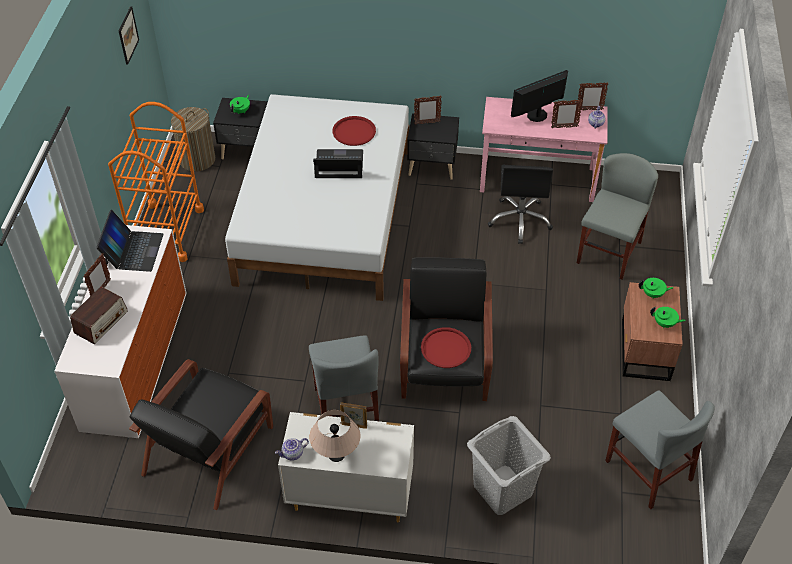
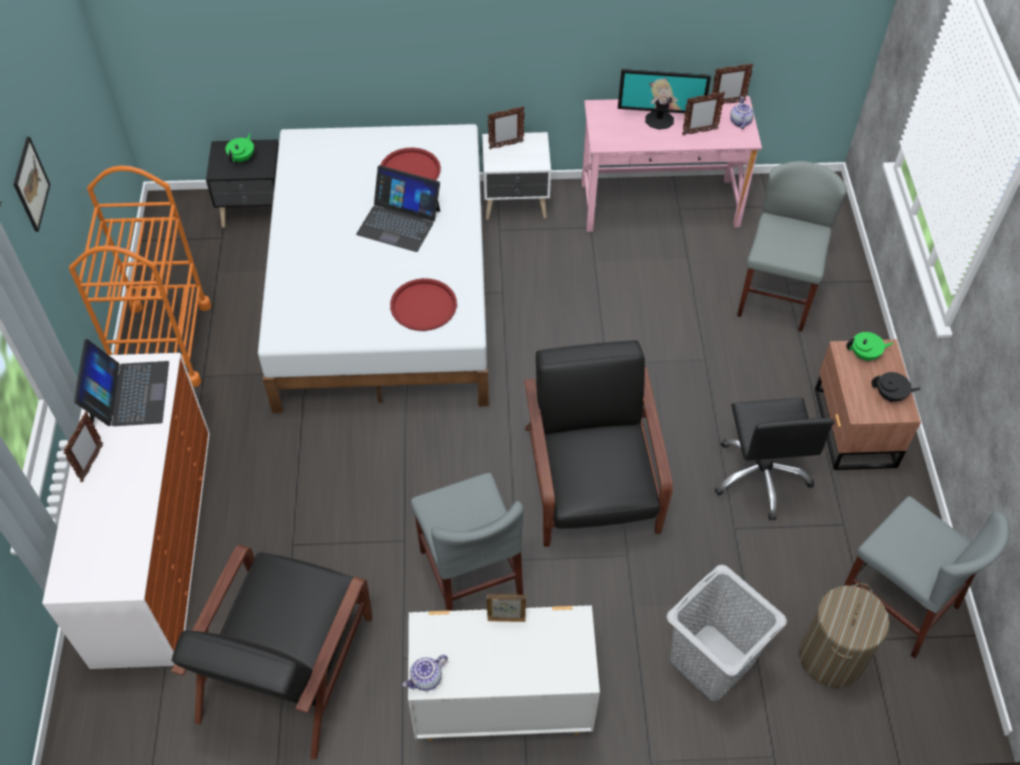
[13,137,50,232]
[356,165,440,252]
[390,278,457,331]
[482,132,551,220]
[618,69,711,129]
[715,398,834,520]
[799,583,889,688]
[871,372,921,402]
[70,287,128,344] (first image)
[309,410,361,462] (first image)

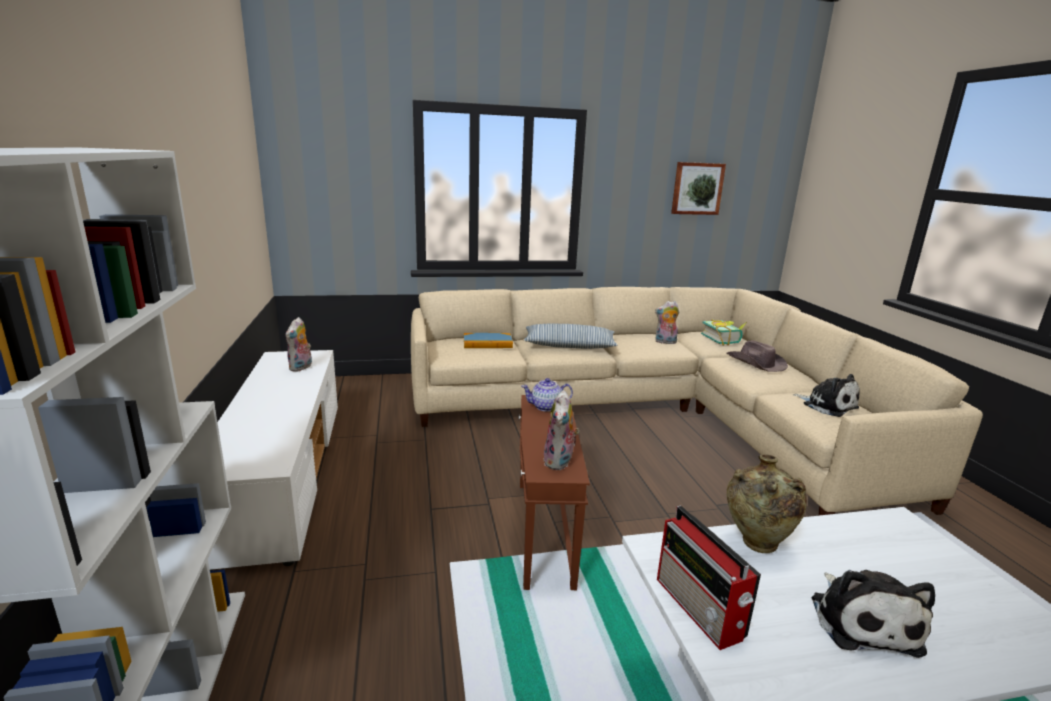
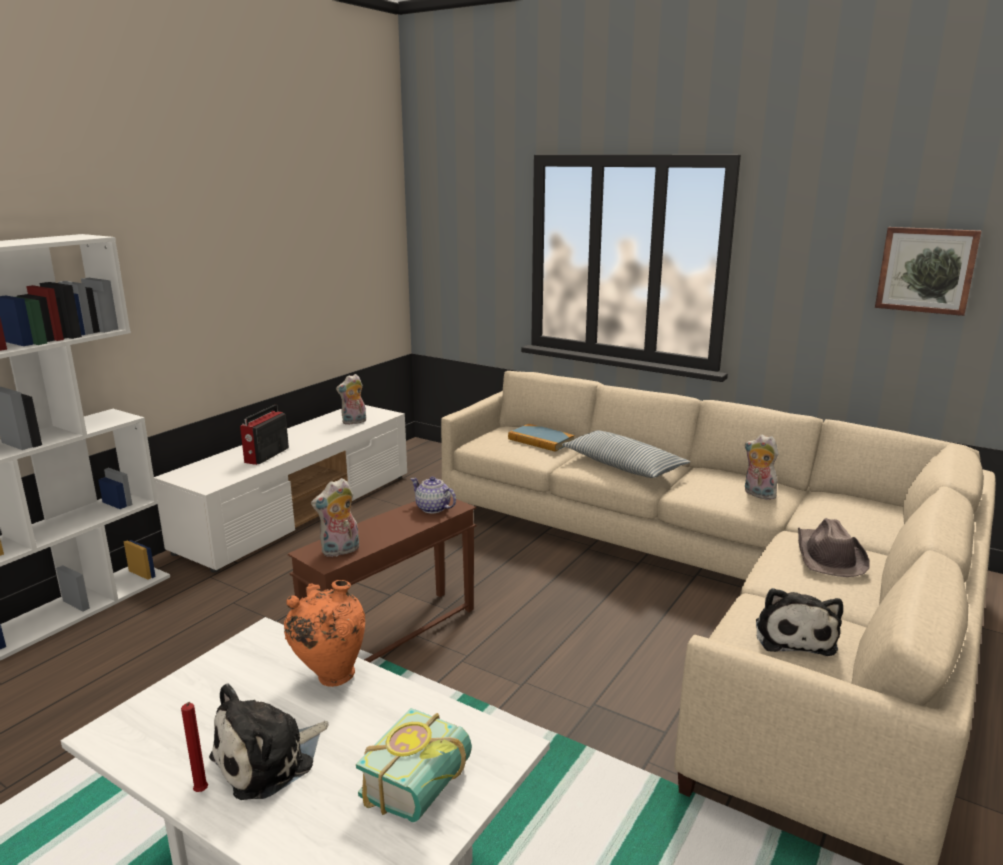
[181,702,208,792]
[240,405,289,465]
[284,580,365,687]
[356,708,472,822]

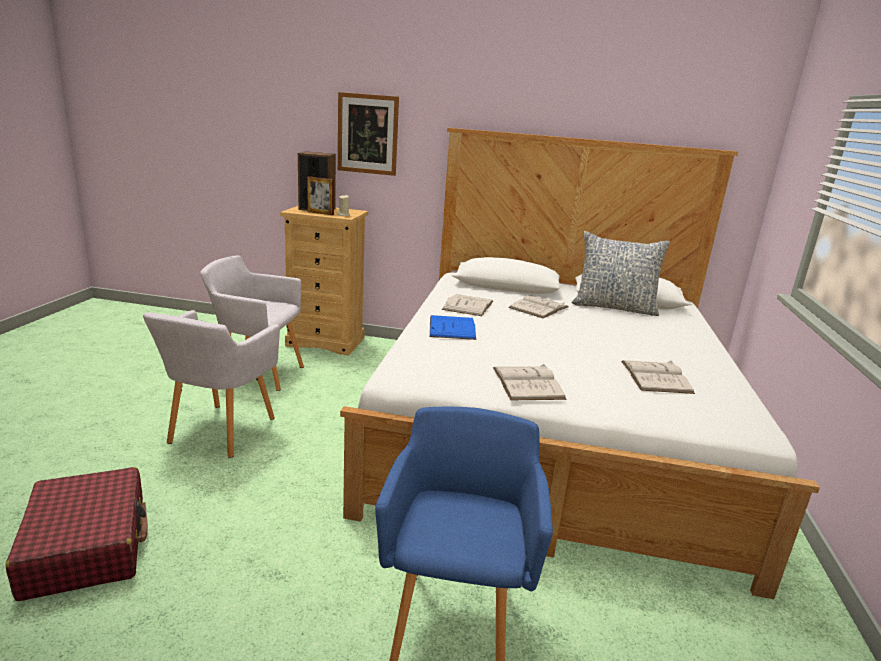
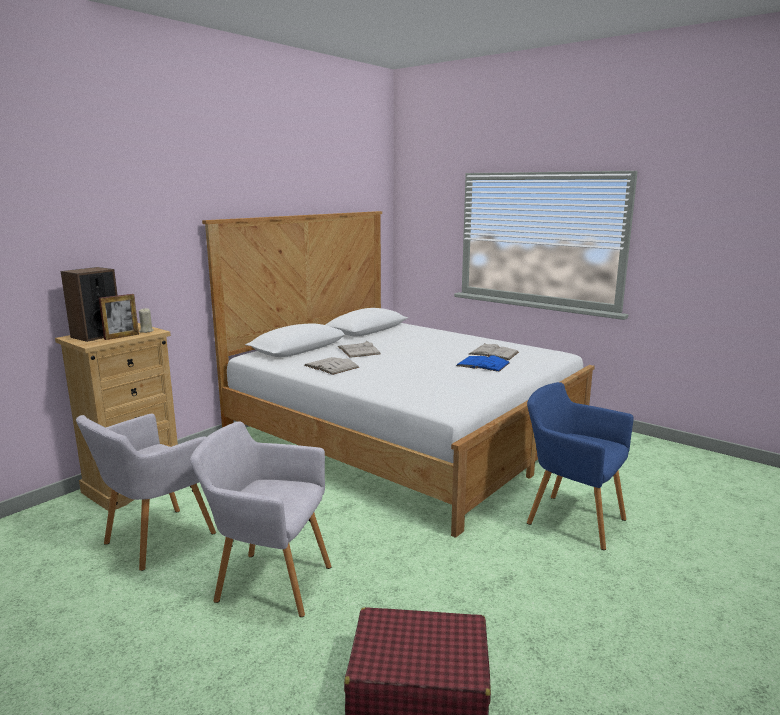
[190,422,332,617]
[456,355,510,372]
[338,92,399,176] (first image)
[493,364,567,400] (first image)
[572,231,670,316] (first image)

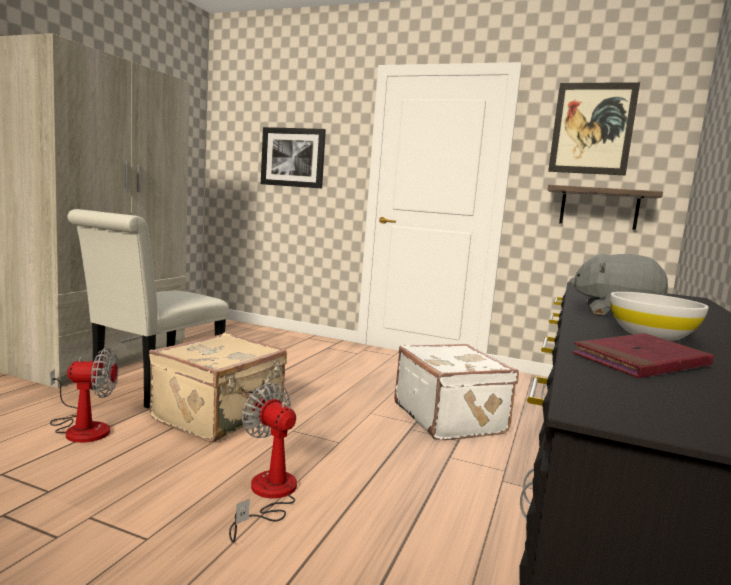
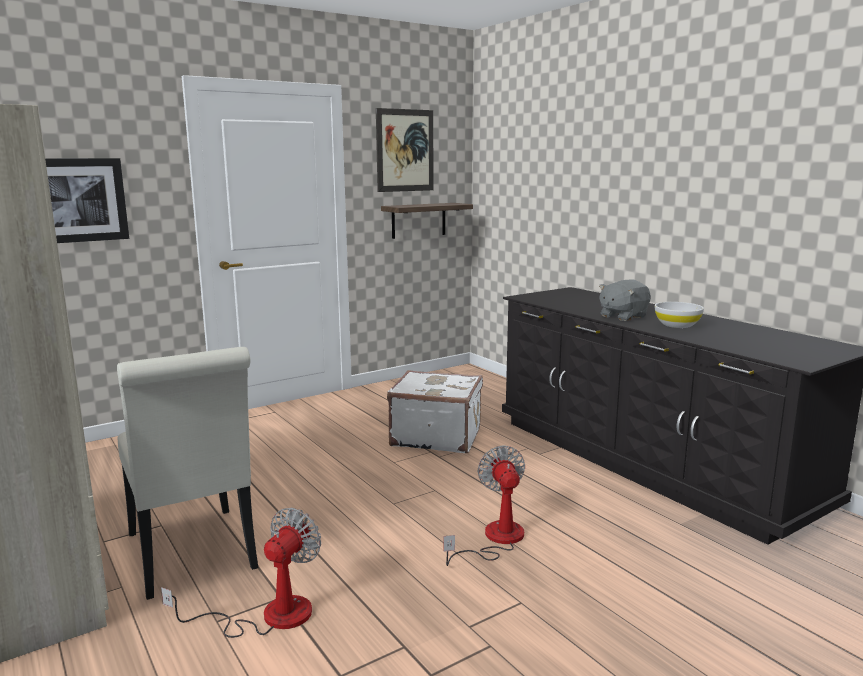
[444,445,525,566]
[149,333,287,442] (first image)
[572,333,714,378] (first image)

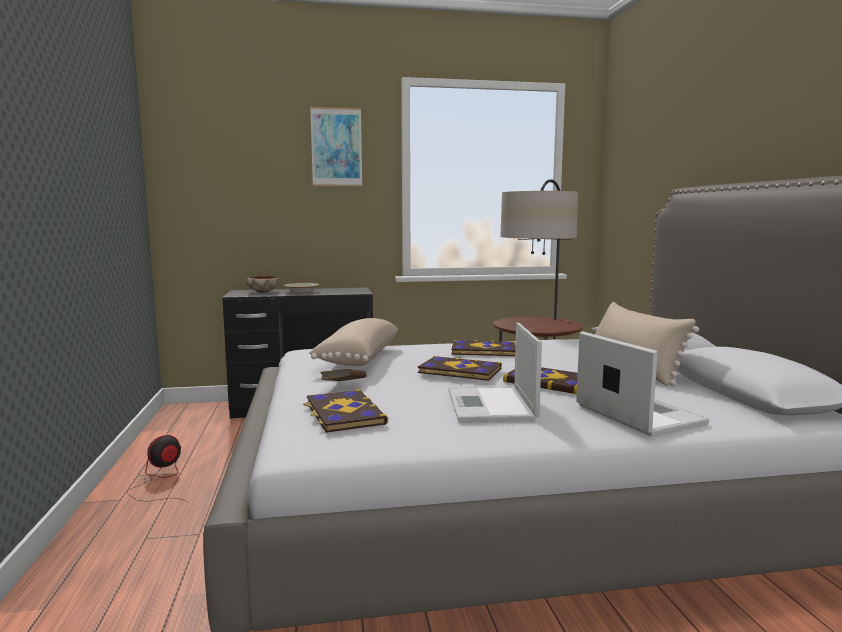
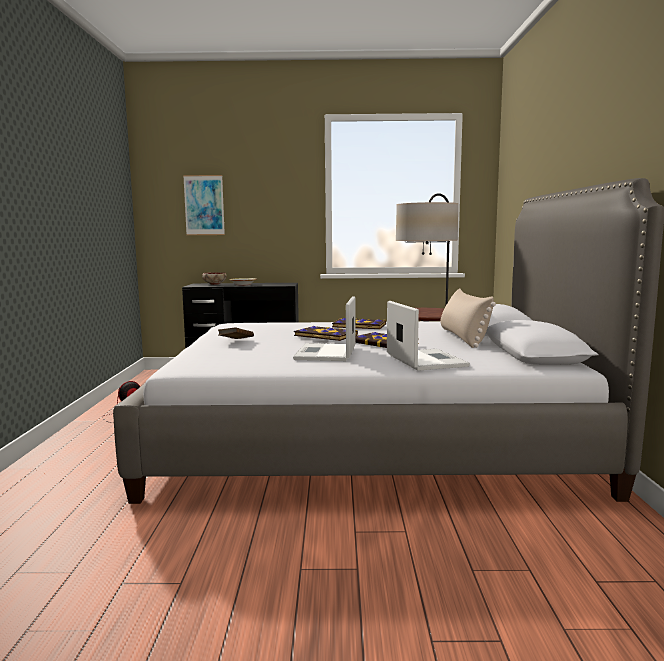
[183,175,225,235]
[303,389,388,433] (first image)
[309,318,399,366] (first image)

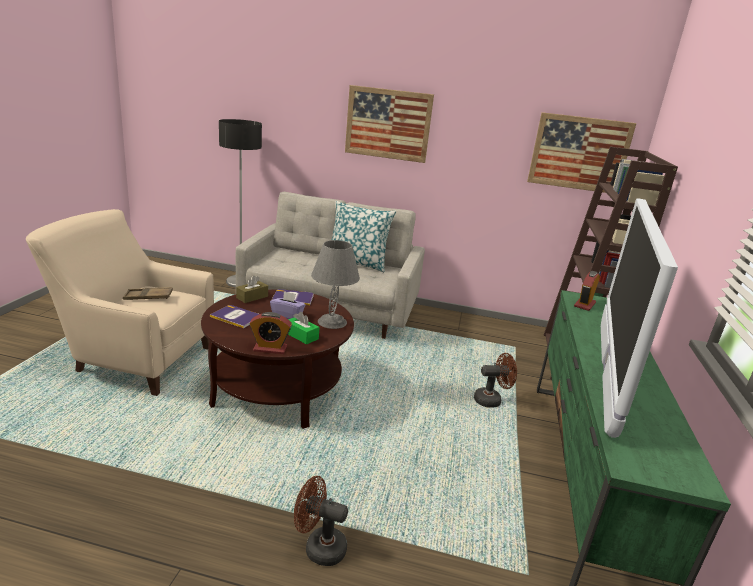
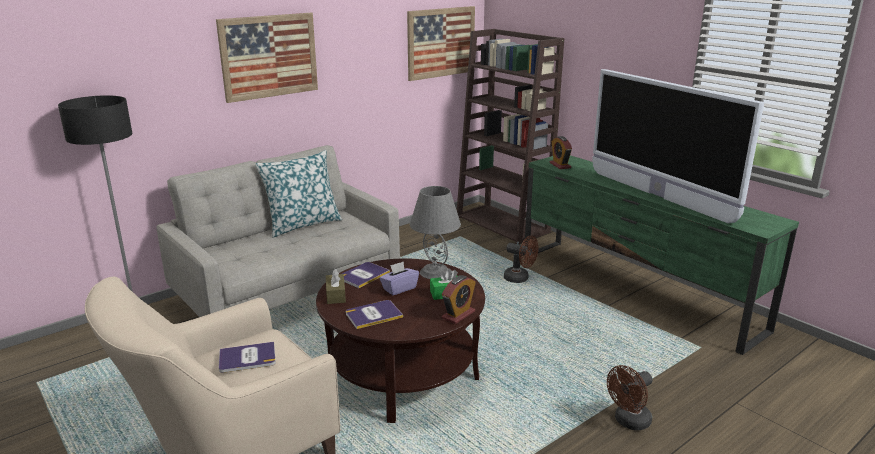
[219,342,276,373]
[504,236,538,283]

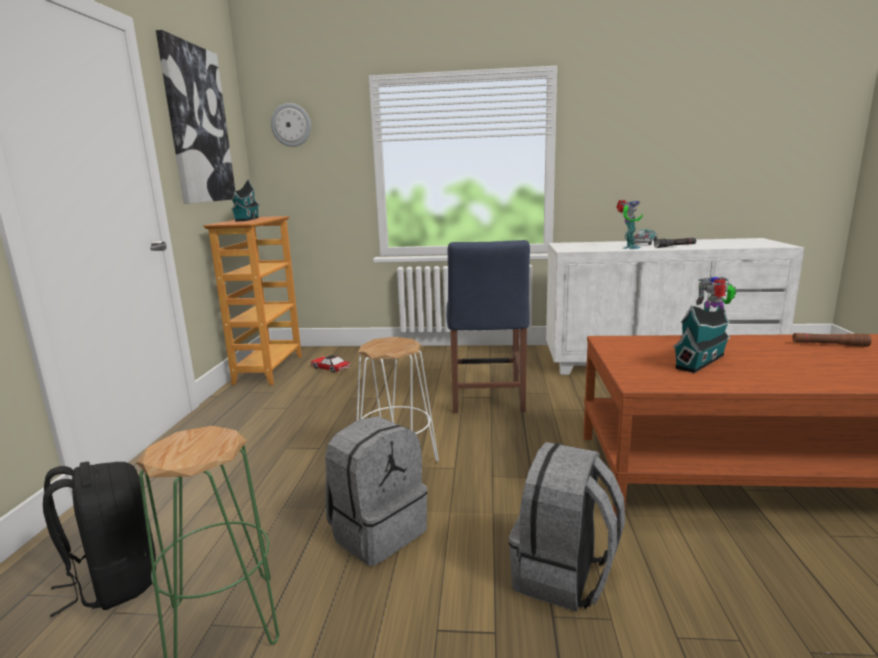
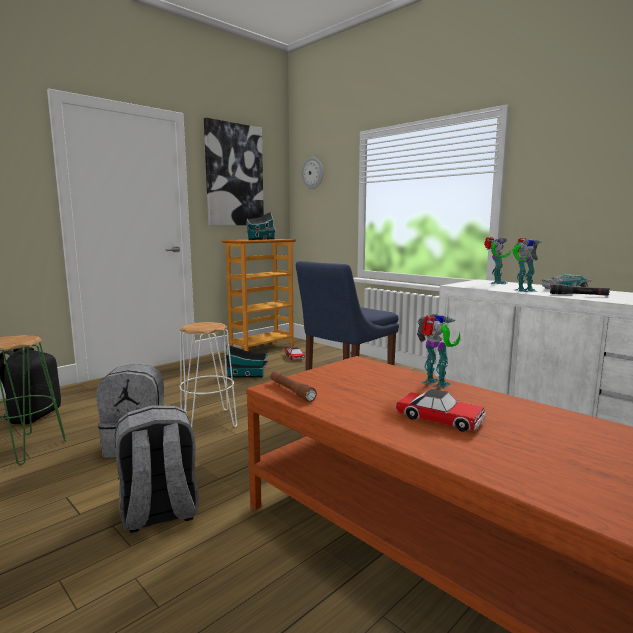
[226,344,268,378]
[270,371,317,402]
[396,389,486,431]
[484,237,511,284]

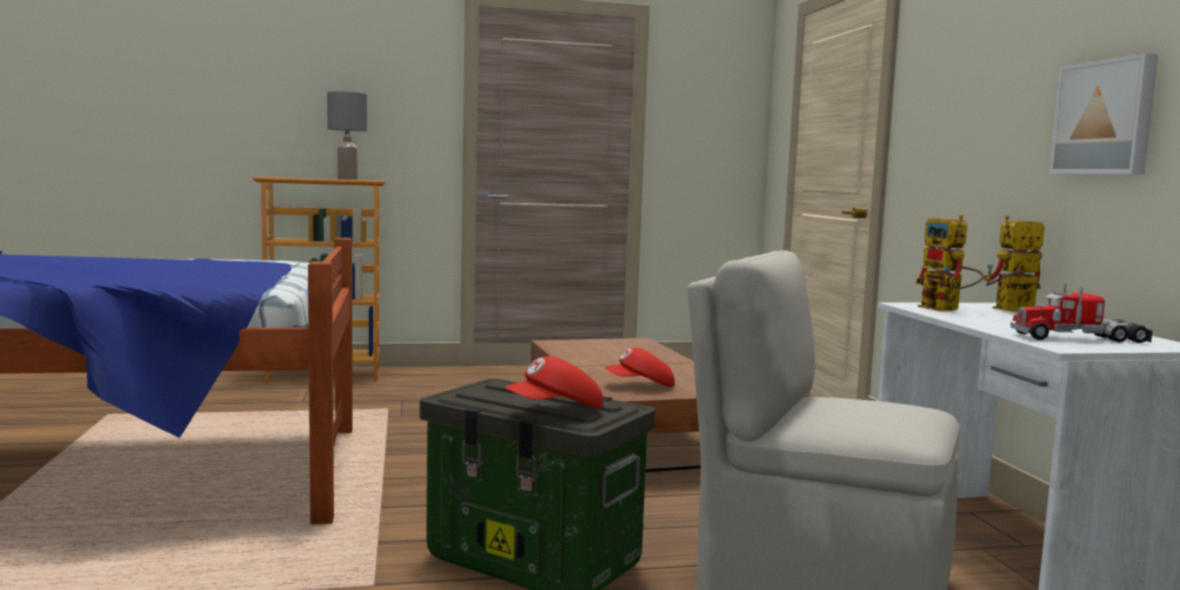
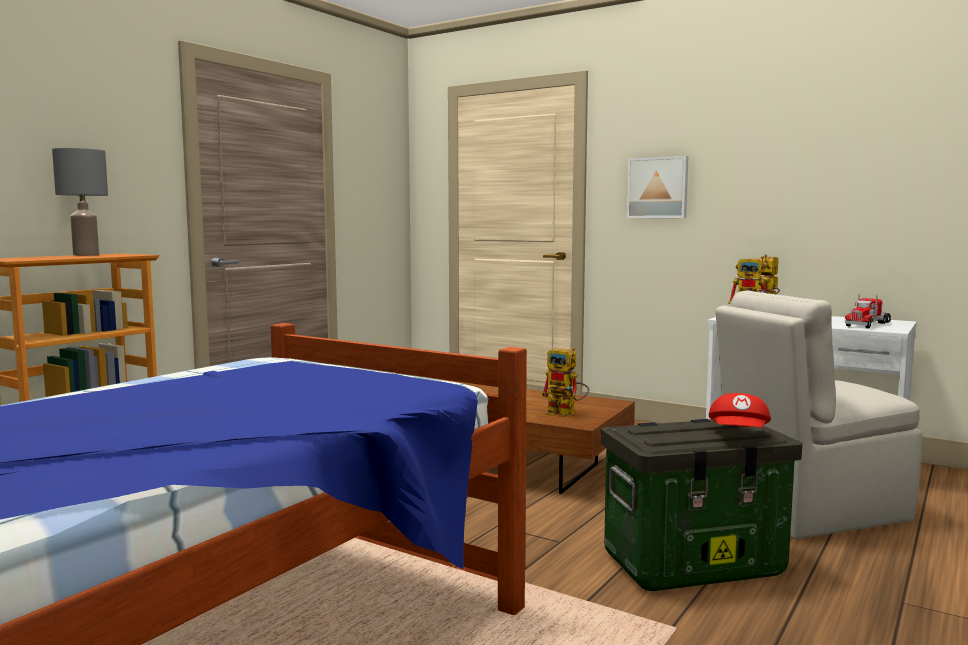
[541,347,589,417]
[627,156,688,218]

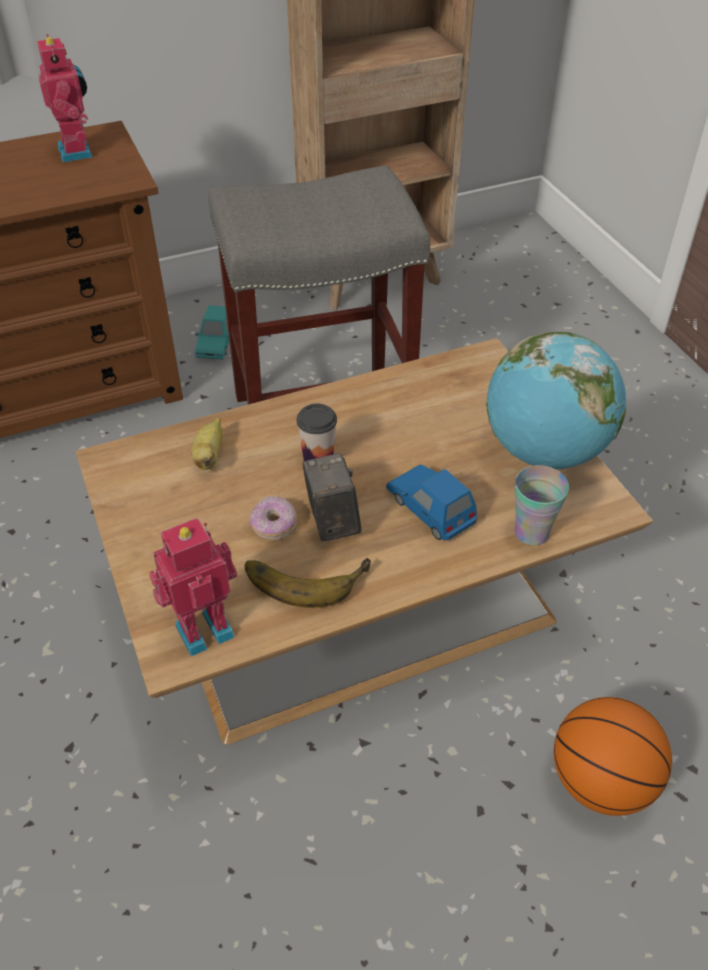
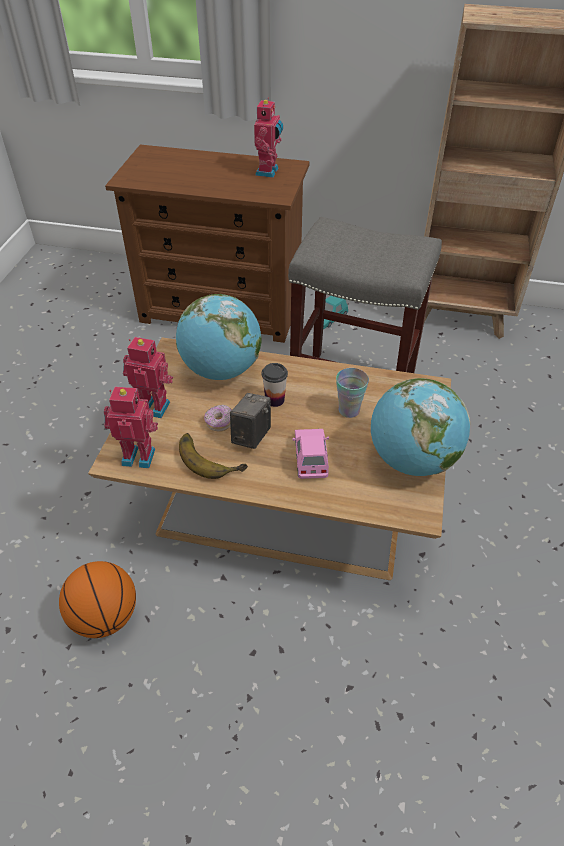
[59,561,136,638]
[123,337,173,418]
[176,294,262,380]
[293,429,329,479]
[336,368,369,418]

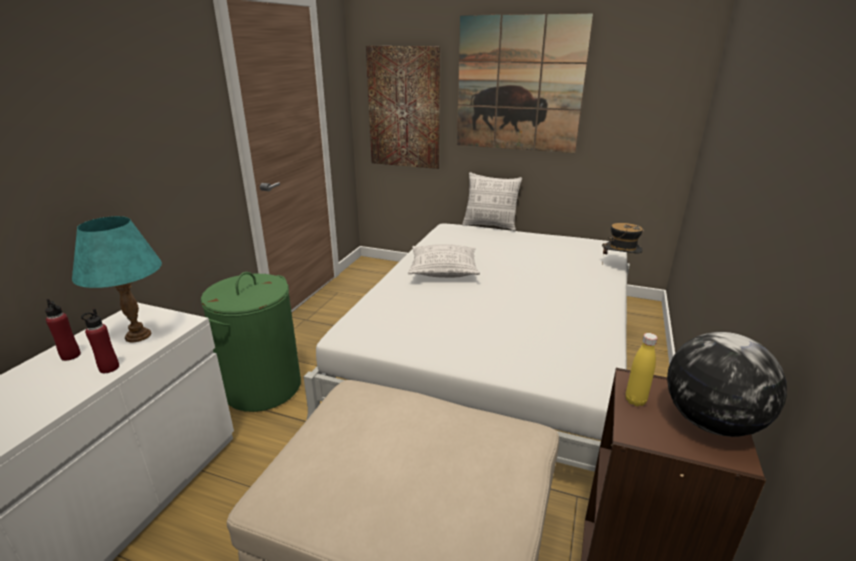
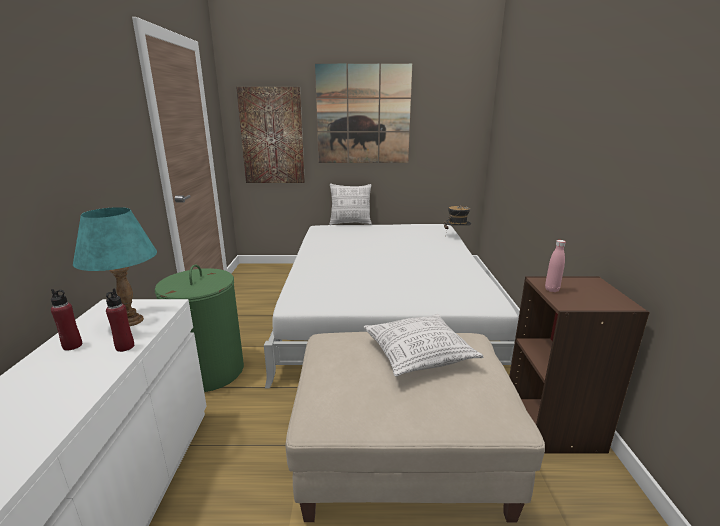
[364,314,483,376]
[545,240,566,292]
[667,332,787,437] (first image)

